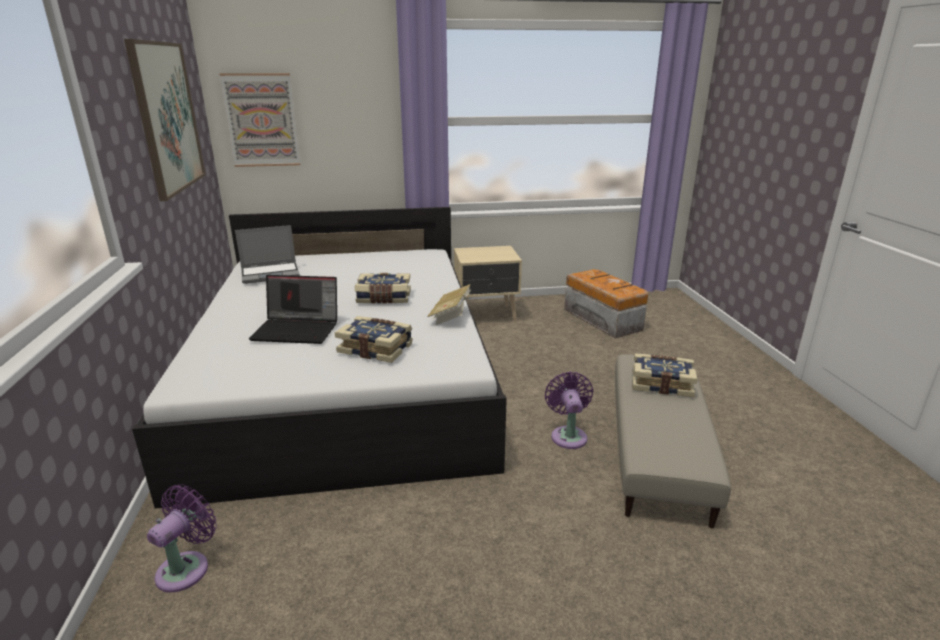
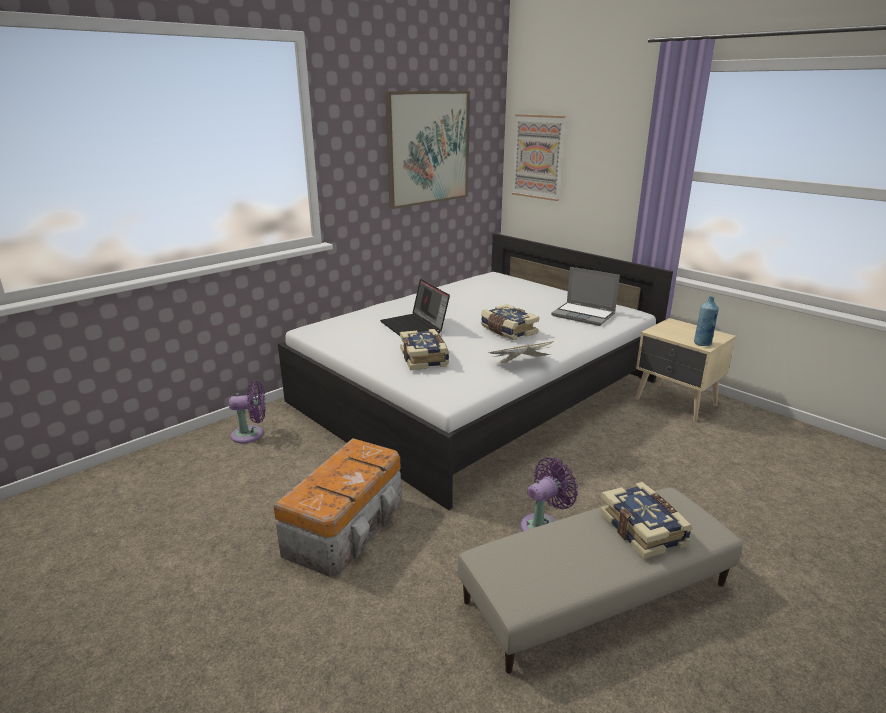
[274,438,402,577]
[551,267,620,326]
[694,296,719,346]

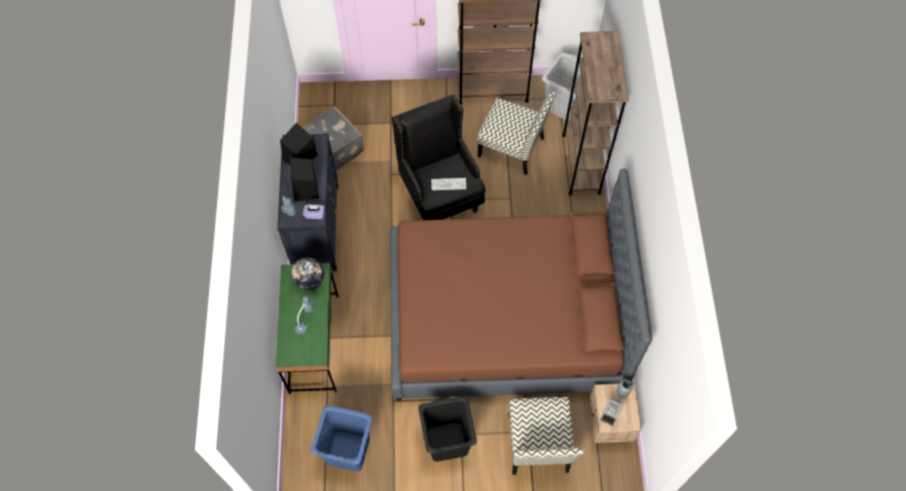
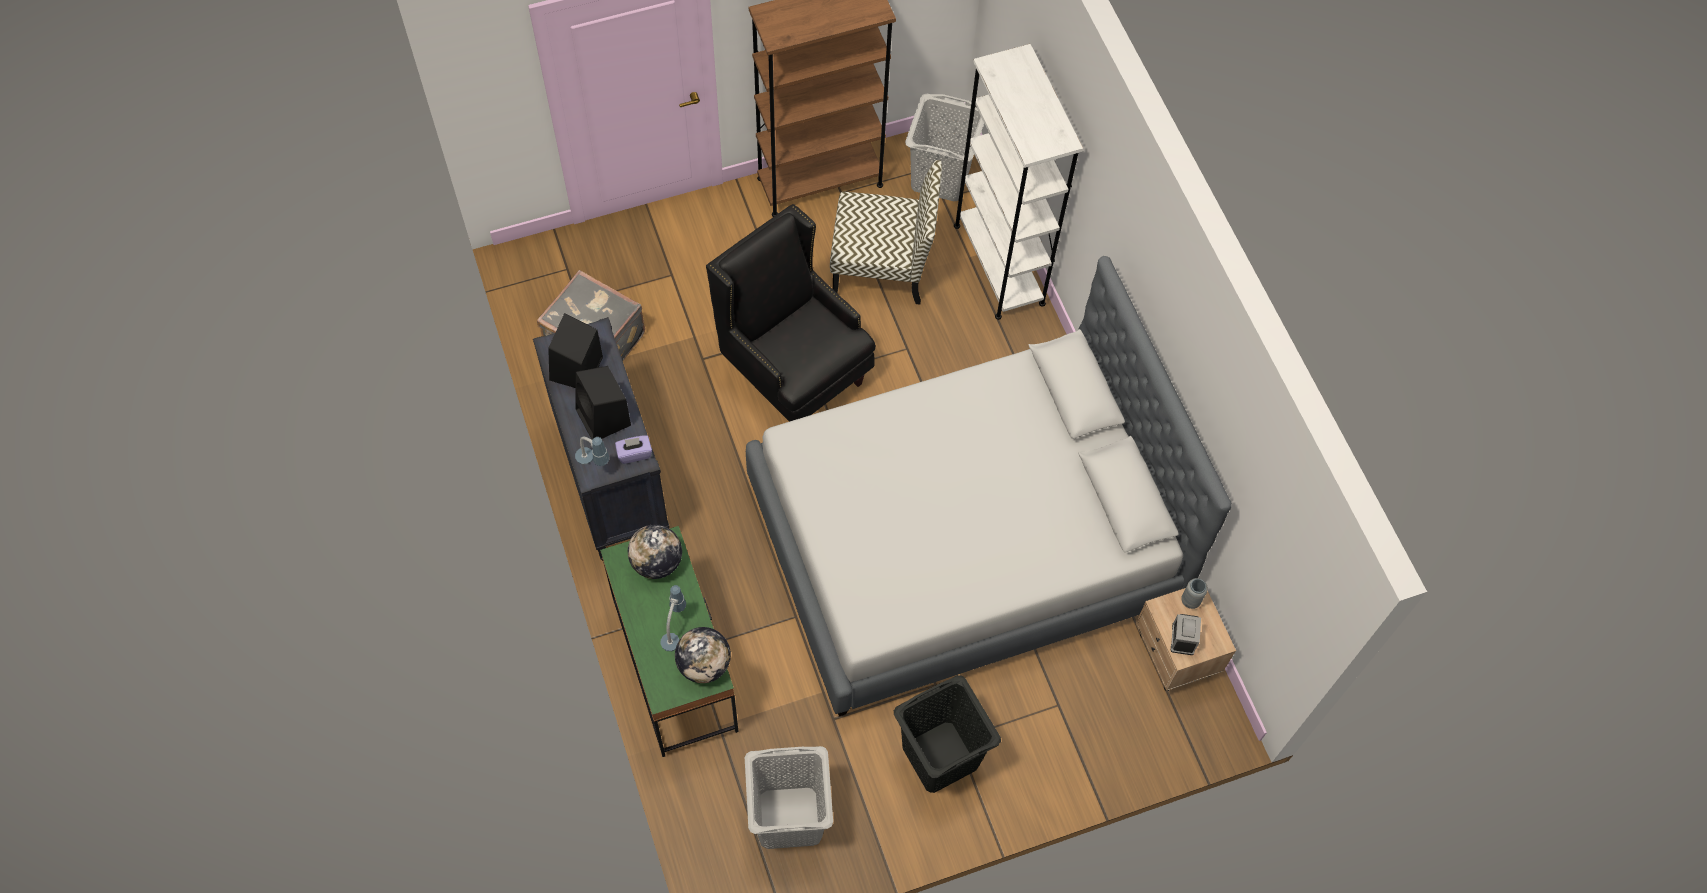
[675,627,731,683]
[745,746,833,849]
[746,256,1232,717]
[954,44,1083,320]
[431,178,466,190] (first image)
[508,397,584,475] (first image)

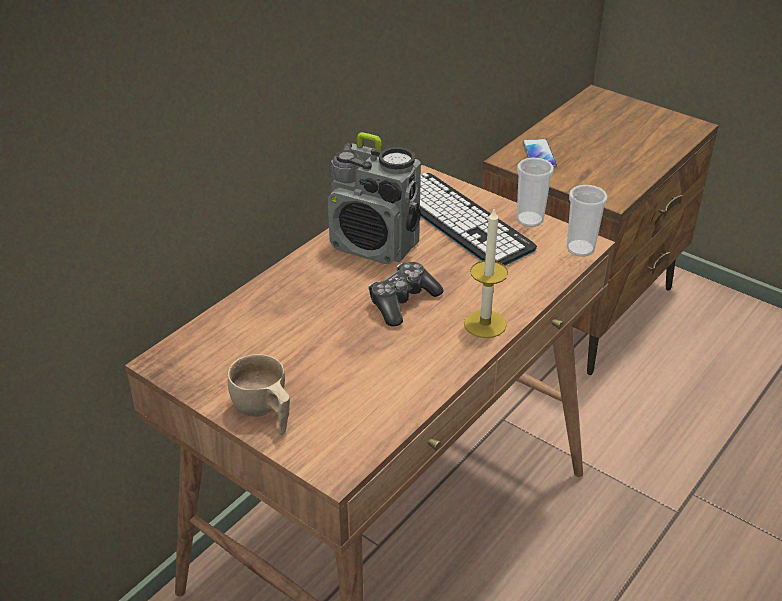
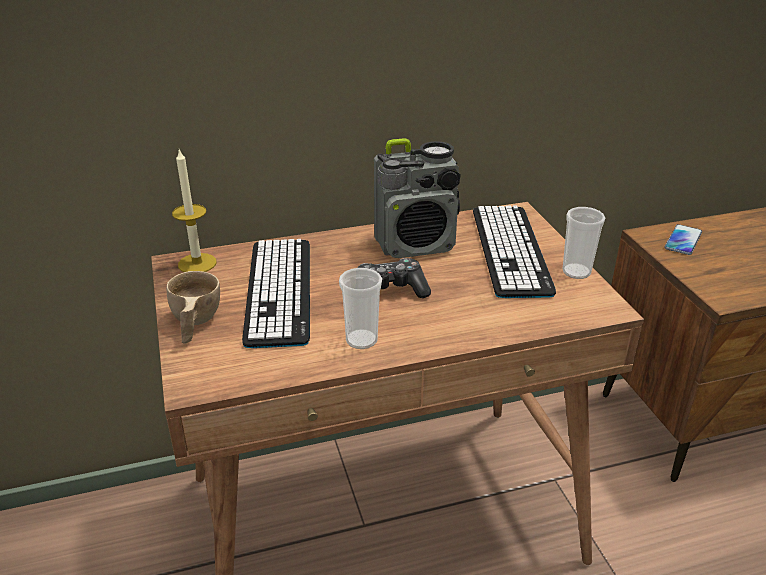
[172,149,217,272]
[242,239,310,348]
[339,268,382,349]
[374,138,461,258]

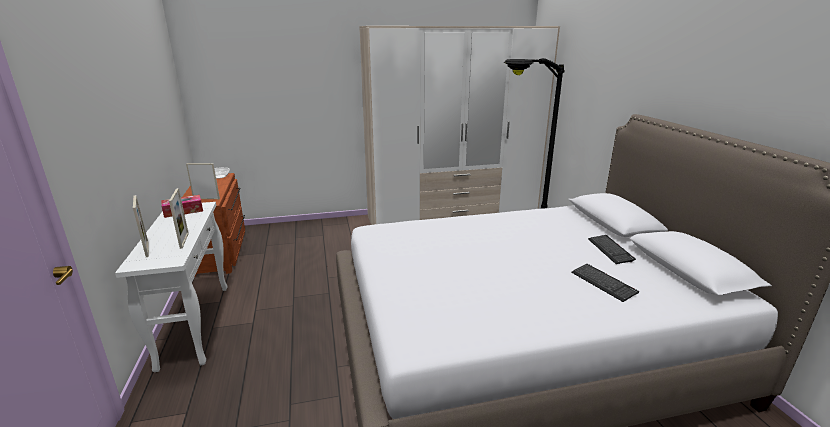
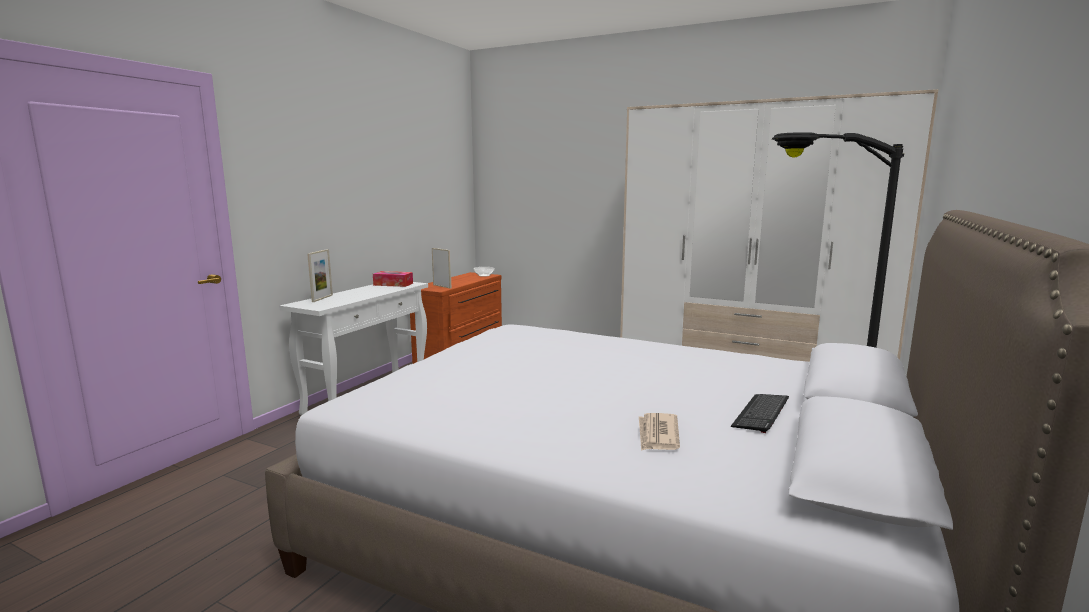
[639,413,680,451]
[169,188,189,249] (first image)

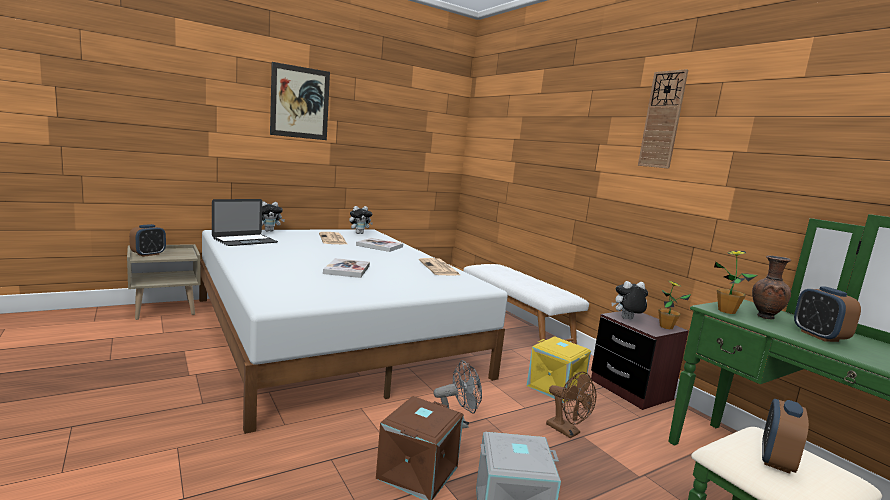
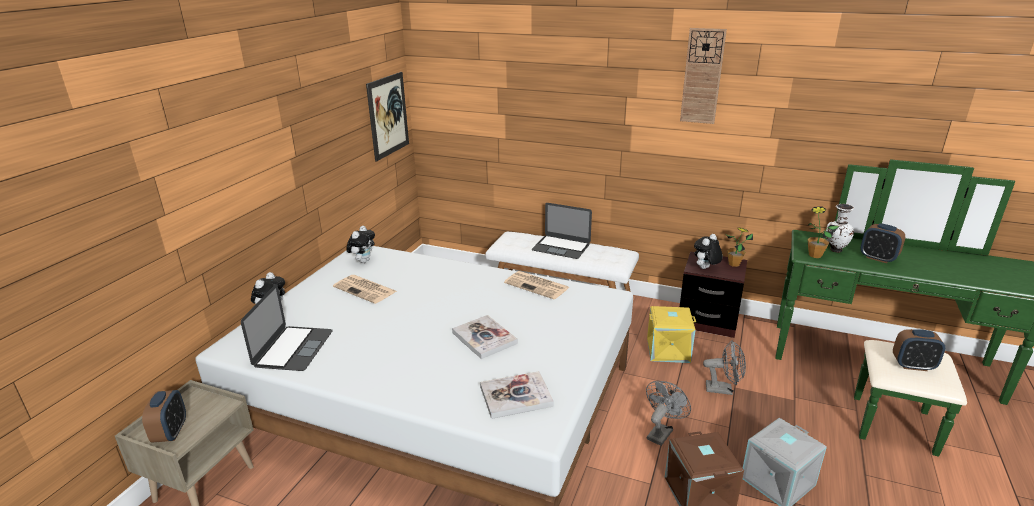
[366,72,409,162]
[480,371,554,419]
[532,203,592,259]
[703,340,746,395]
[826,204,854,253]
[893,329,945,371]

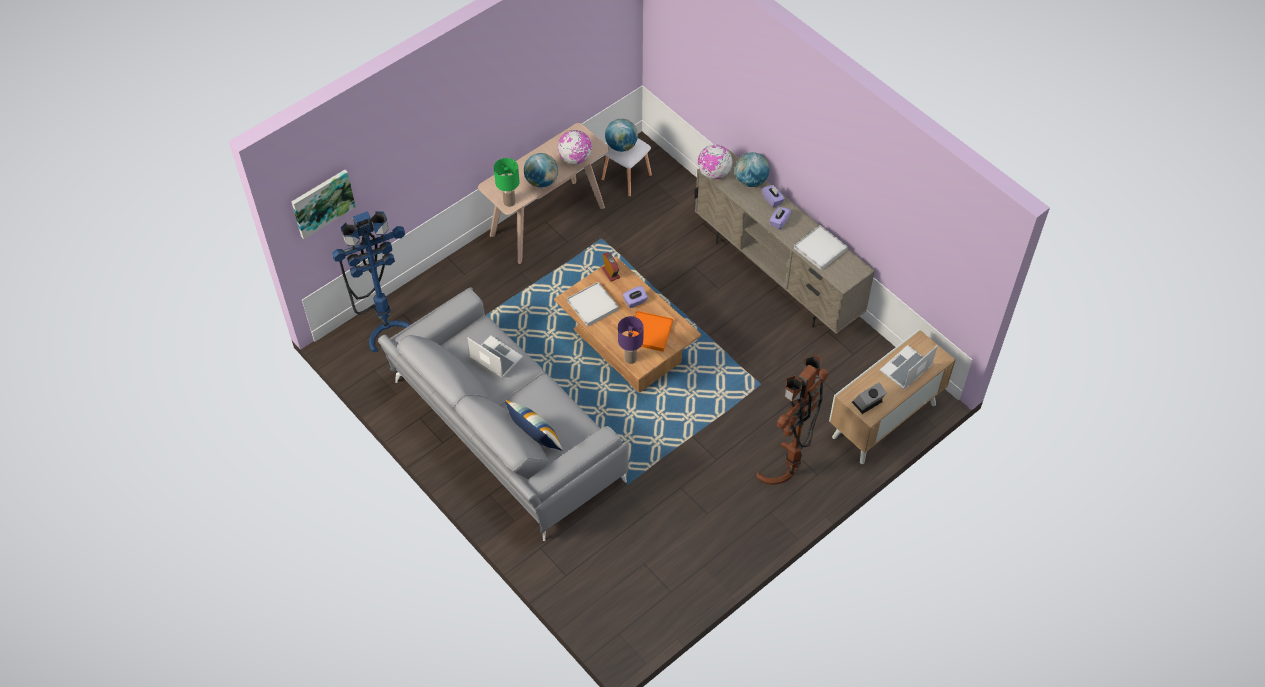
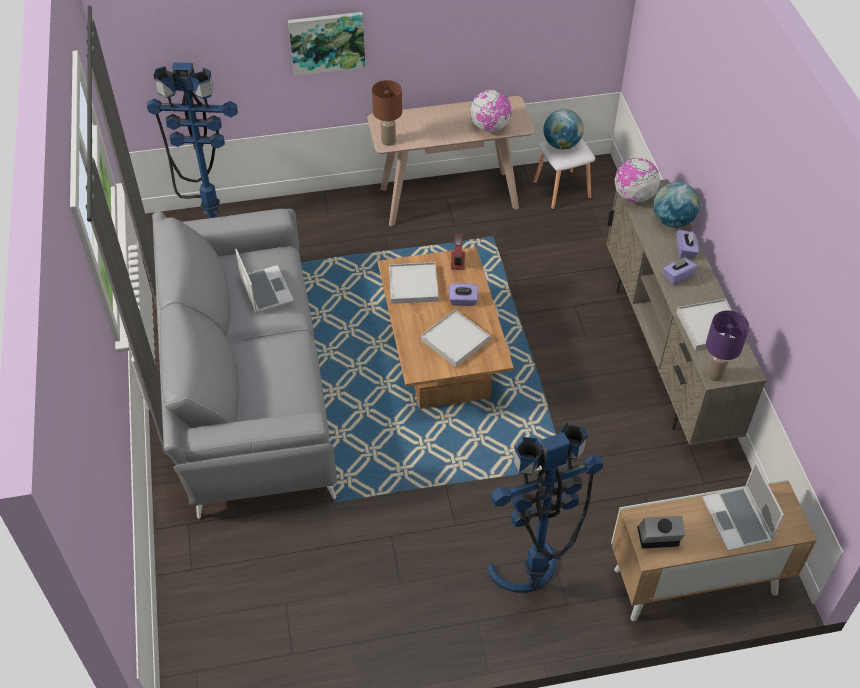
[288,12,365,76]
[372,80,402,146]
[421,310,490,367]
[488,422,603,593]
[702,461,784,551]
[706,310,749,382]
[504,400,563,451] (first image)
[524,153,558,188] (first image)

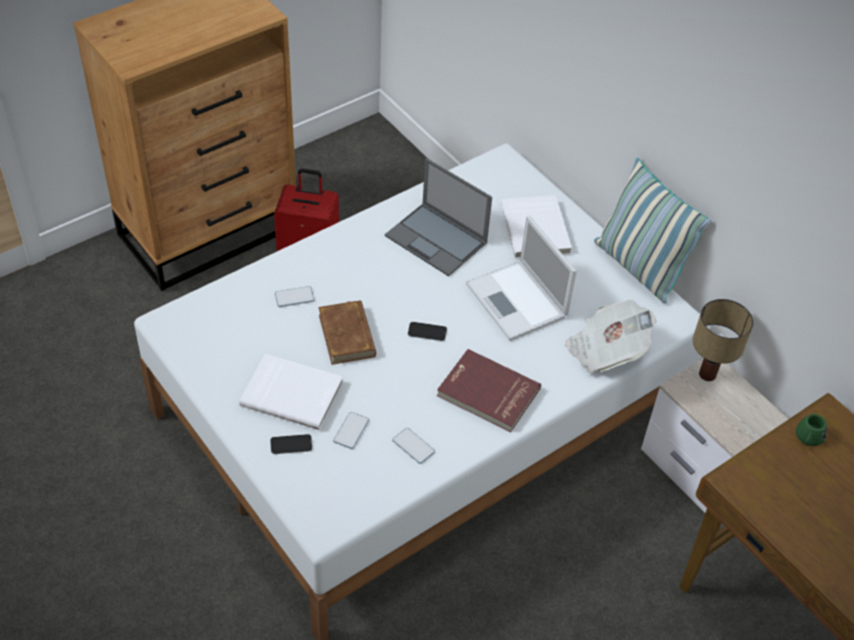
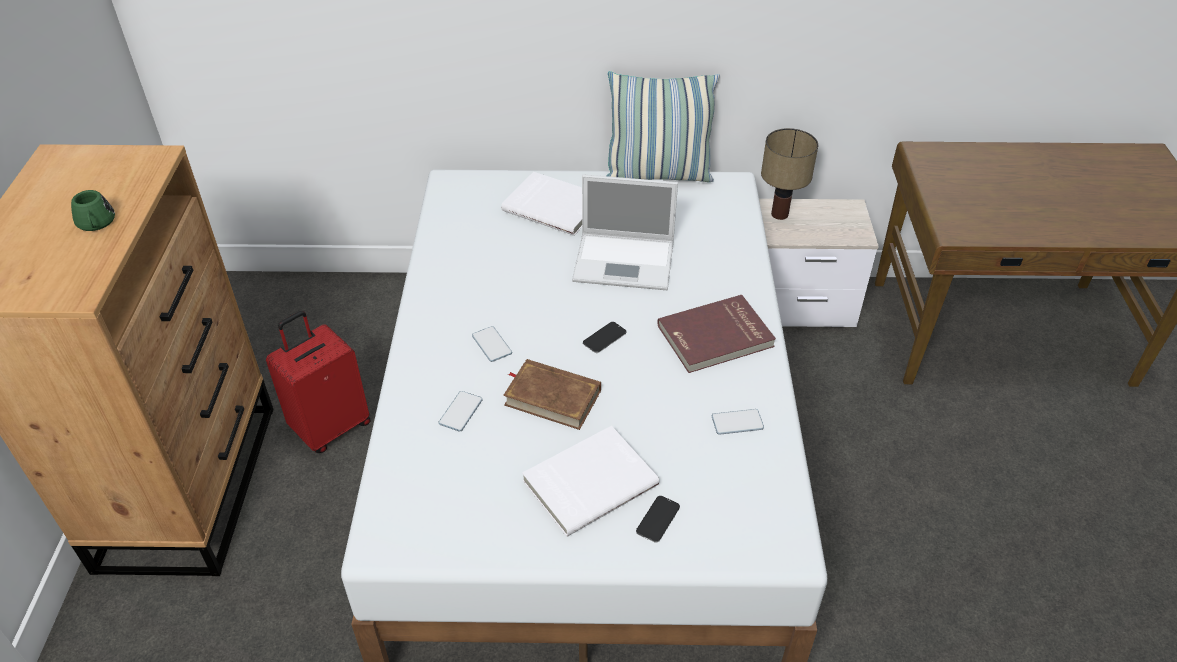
[71,190,115,231]
[472,326,512,362]
[385,158,492,277] (first image)
[565,300,656,374] (first image)

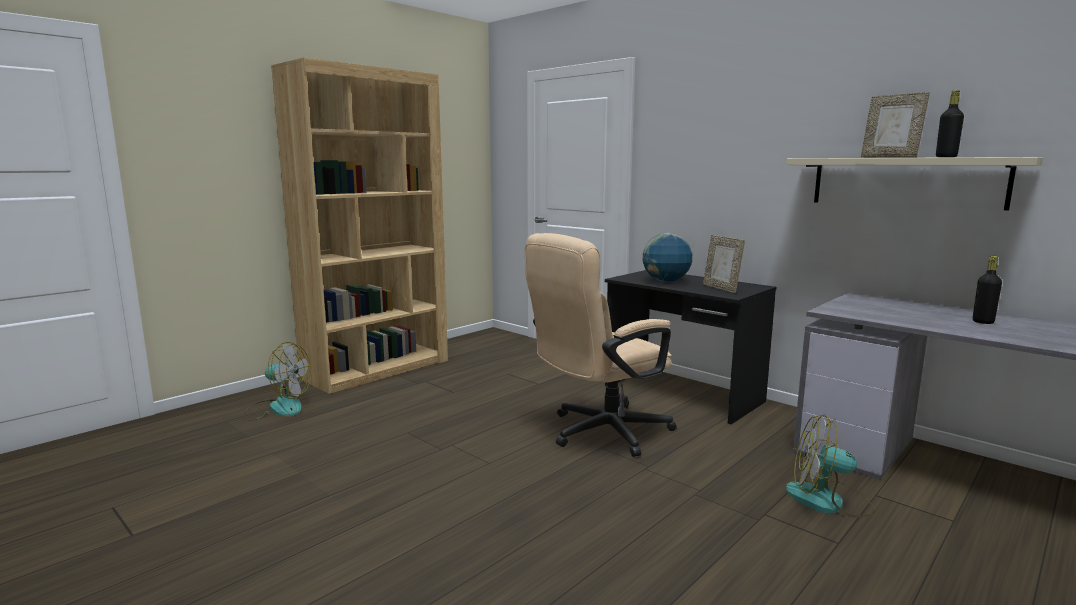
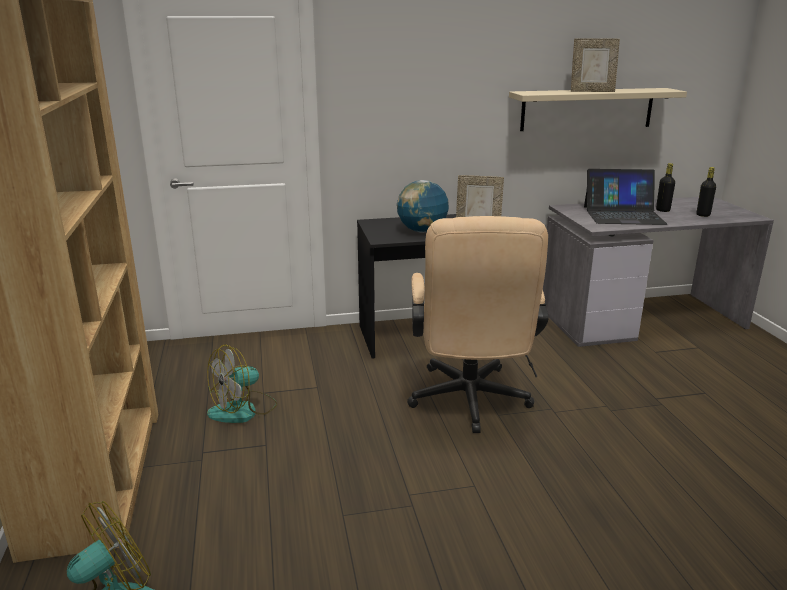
[207,344,277,423]
[584,169,667,225]
[696,167,716,217]

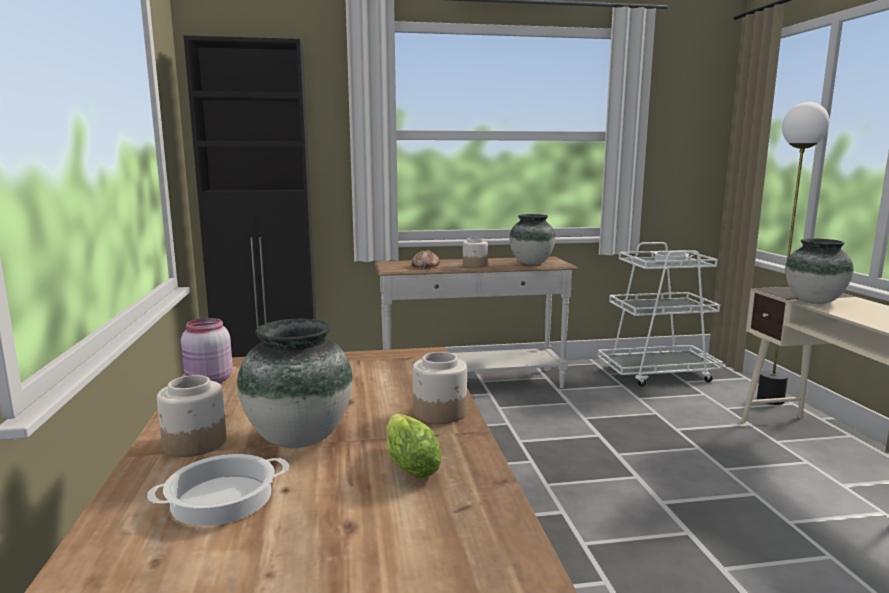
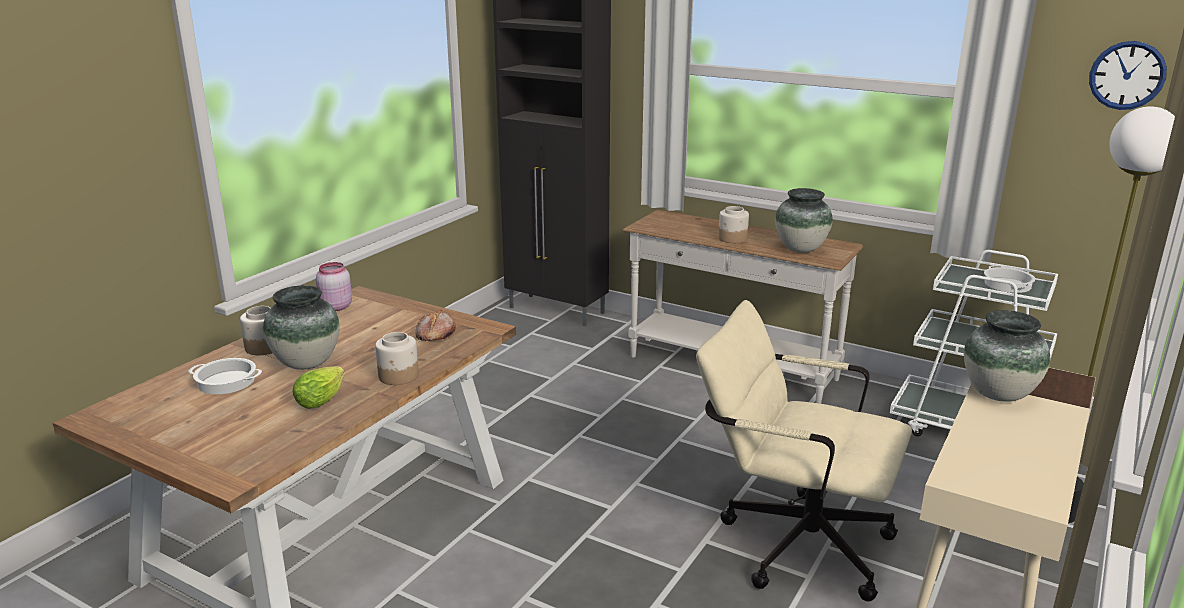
[415,310,456,341]
[696,300,912,602]
[1089,41,1167,110]

